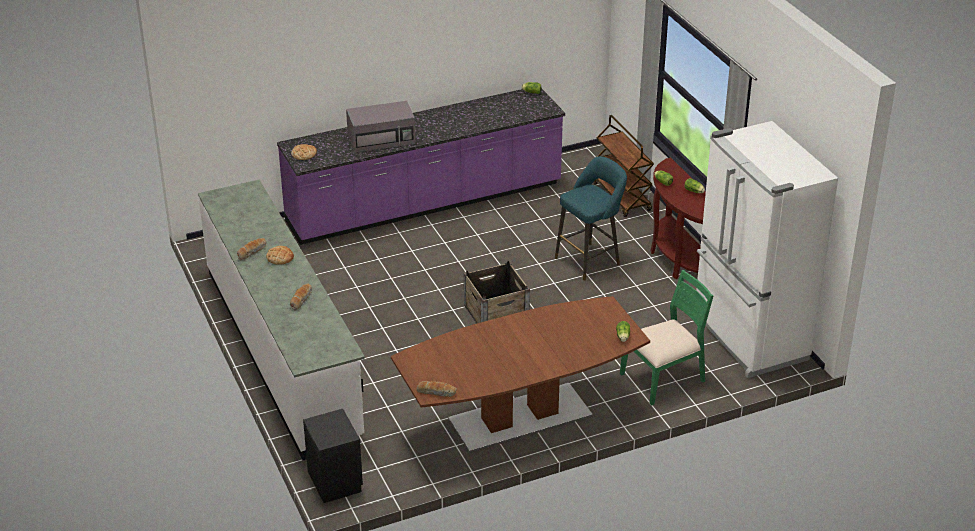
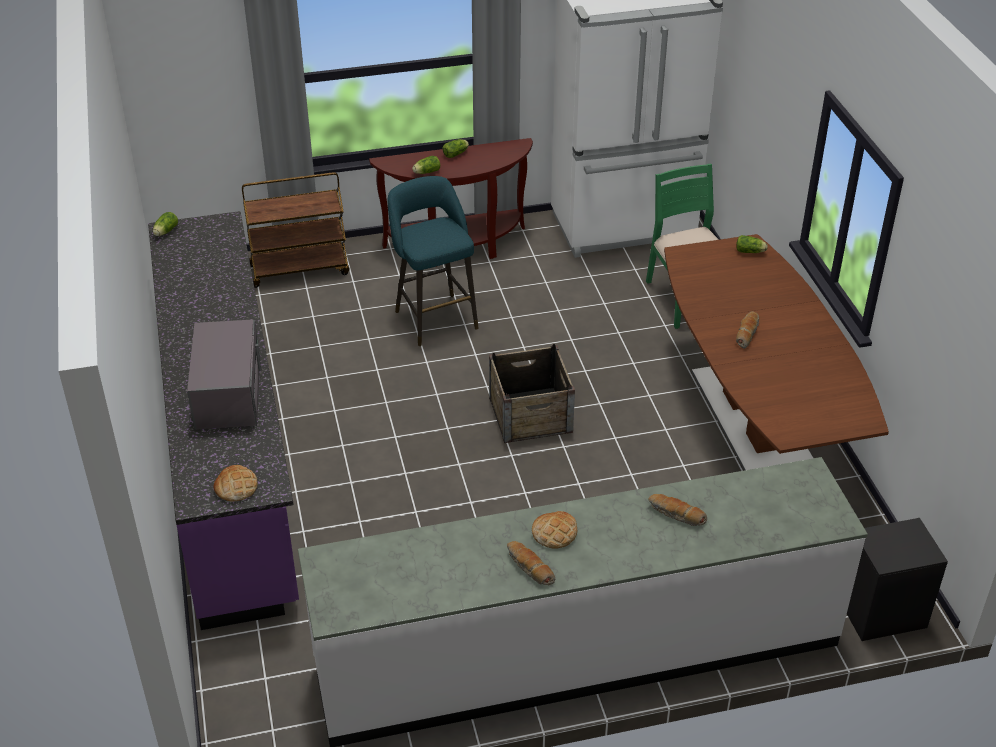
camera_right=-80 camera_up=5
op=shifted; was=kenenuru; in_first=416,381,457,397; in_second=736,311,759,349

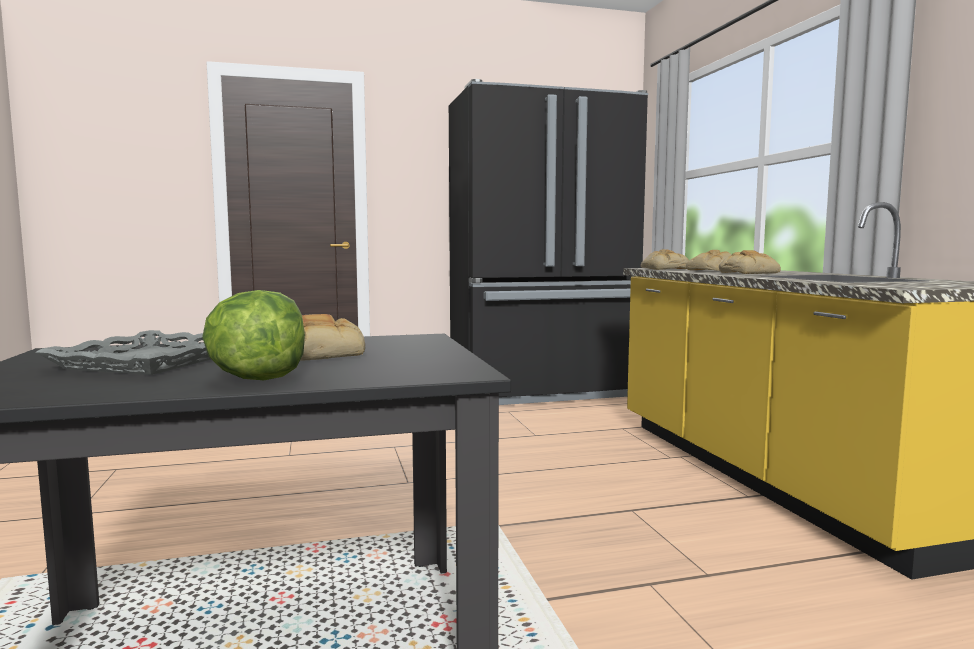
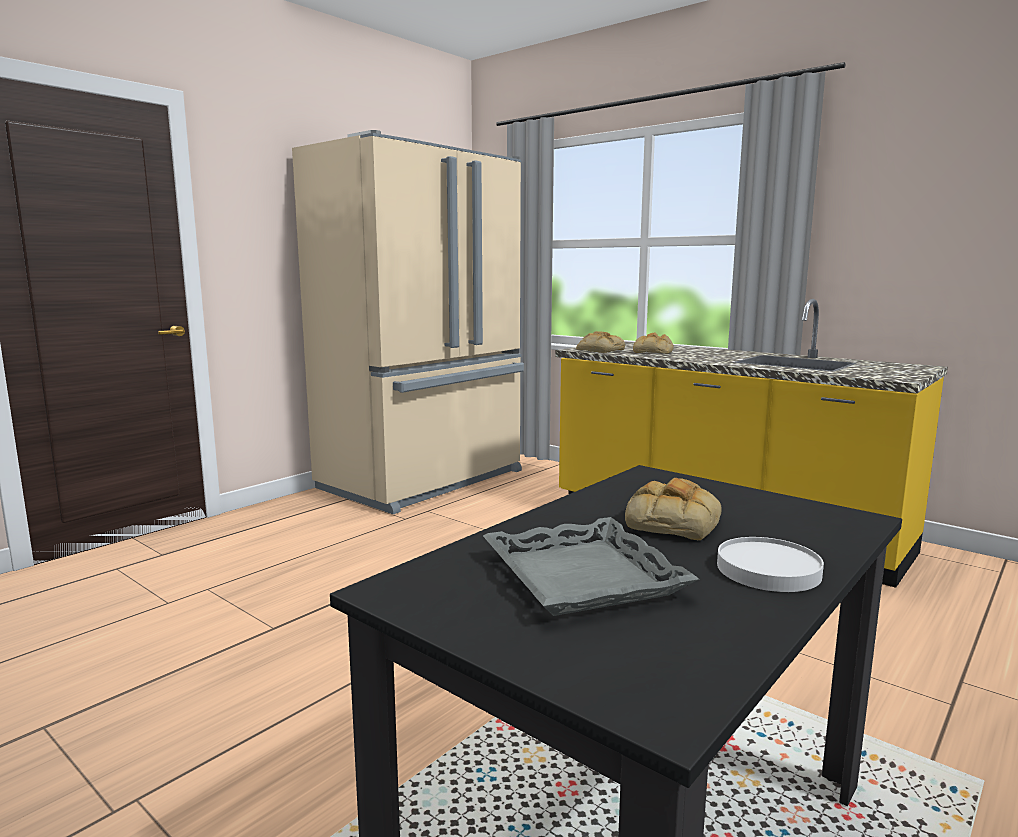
camera_right=-35 camera_up=5
op=repainted; was=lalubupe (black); now=lalubupe (beige); in_first=449,79,648,405; in_second=292,130,524,514
op=gone; was=kenenuru; in_first=719,250,781,274
op=swapped; was=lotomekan; now=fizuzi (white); in_first=202,290,305,380; in_second=717,537,824,592

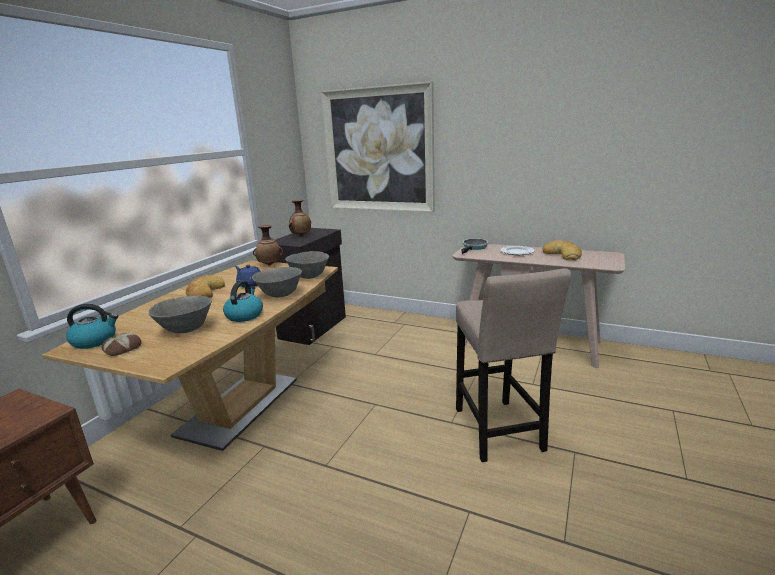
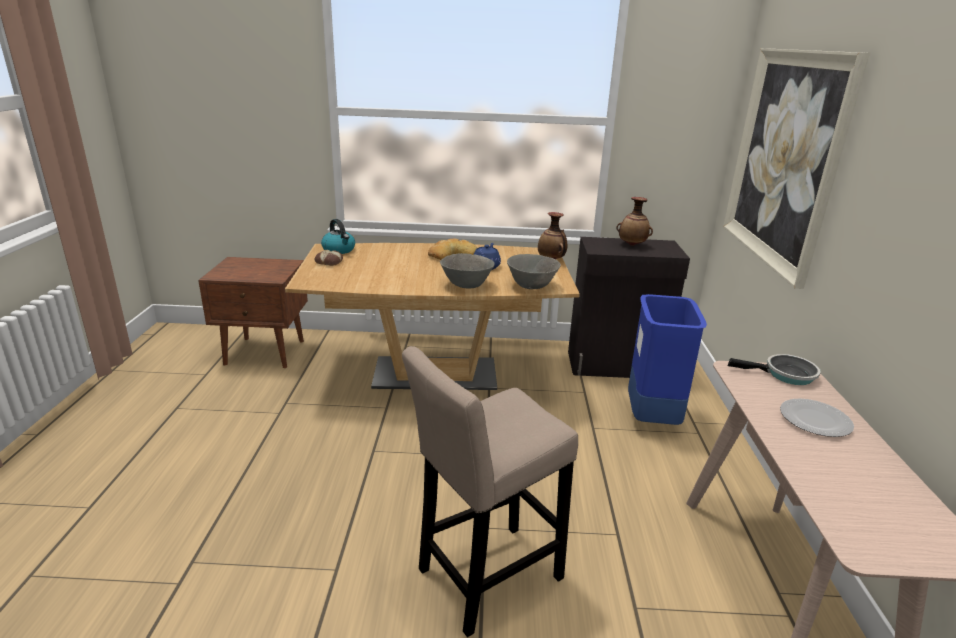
camera_right=65 camera_up=5
op=gone; was=kenenuru; in_first=542,240,582,260
op=gone; was=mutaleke; in_first=223,281,263,322
op=gone; was=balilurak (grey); in_first=149,296,212,333
op=new; now=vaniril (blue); in_second=628,294,707,425

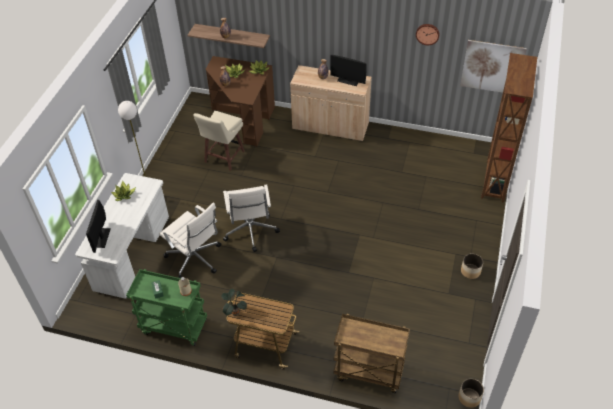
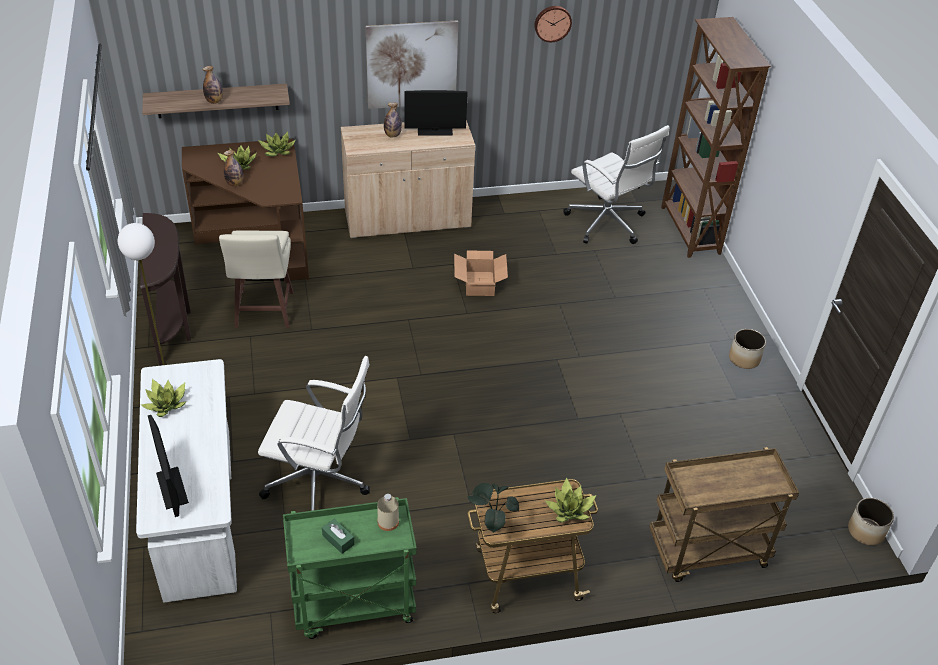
camera_right=-30 camera_up=-5
op=shifted; was=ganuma; in_first=460,40,527,93; in_second=366,20,458,109
op=shifted; was=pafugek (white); in_first=223,185,280,252; in_second=563,125,670,244
op=new; now=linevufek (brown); in_second=140,213,191,365
op=new; now=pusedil; in_second=454,250,508,296
op=new; now=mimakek; in_second=545,477,596,522

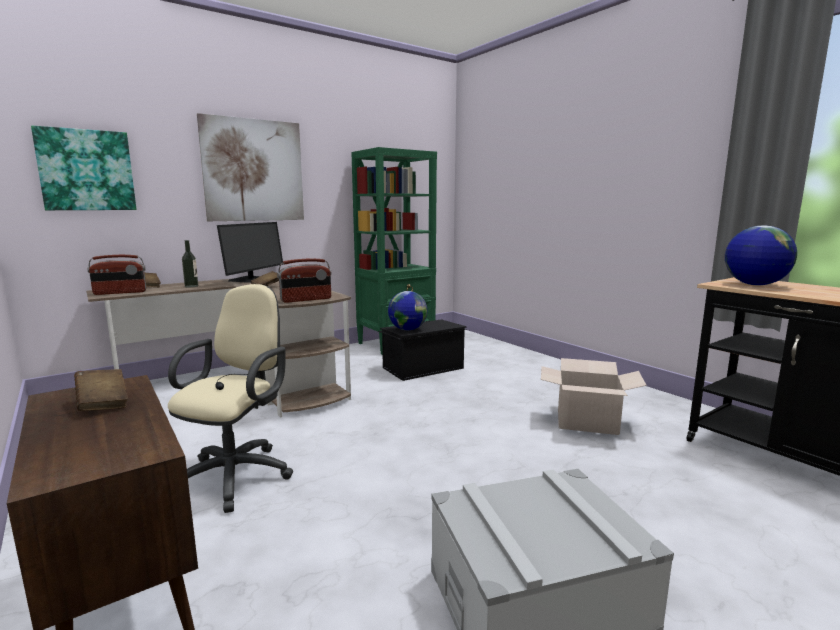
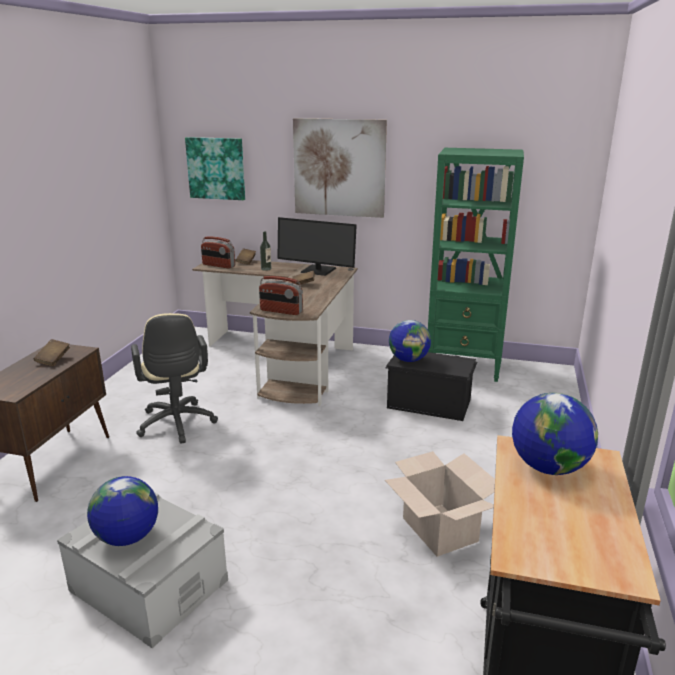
camera_right=50 camera_up=10
op=rotated; was=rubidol; in_first=217,222,283,283; in_second=278,217,357,276; clockwise=45
op=rotated; was=pafugek (beige); in_first=168,284,293,513; in_second=131,313,218,444; clockwise=90
op=new; now=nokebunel; in_second=87,476,158,546

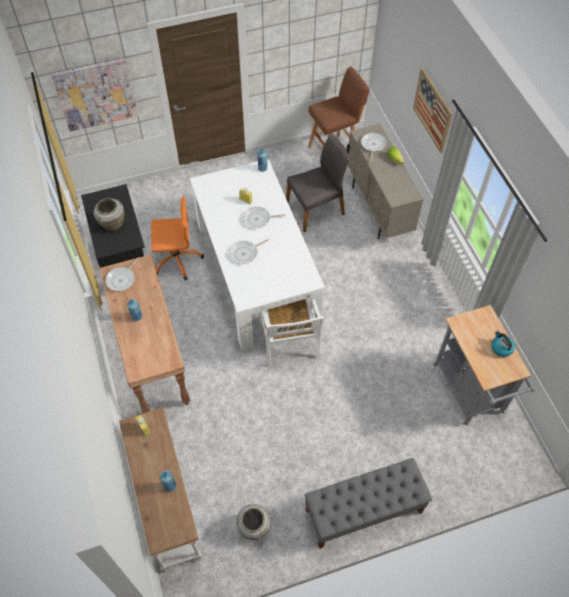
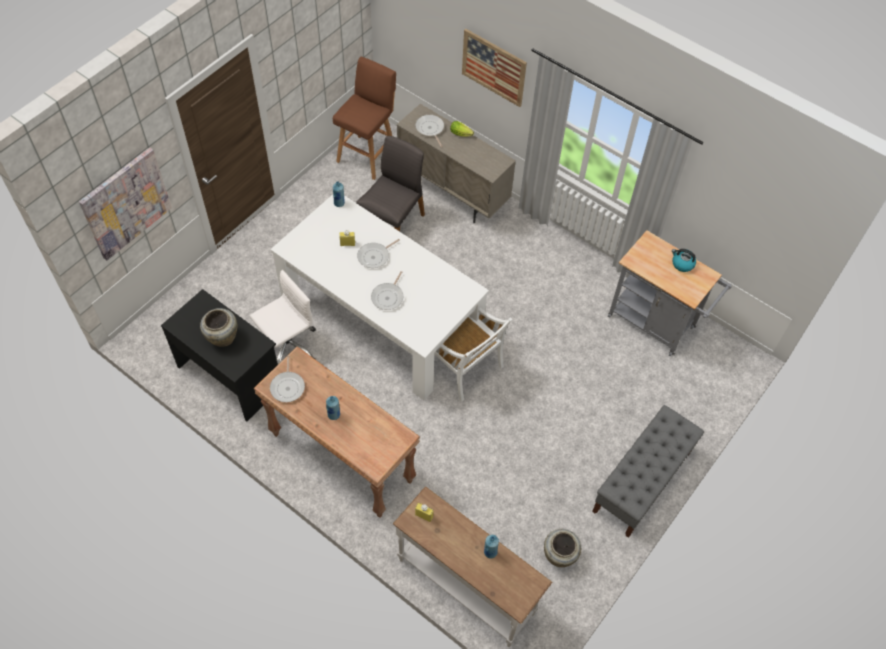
camera_right=-35 camera_up=0
op=repainted; was=pafugek (orange); now=pafugek (white); in_first=151,196,204,280; in_second=250,270,316,364

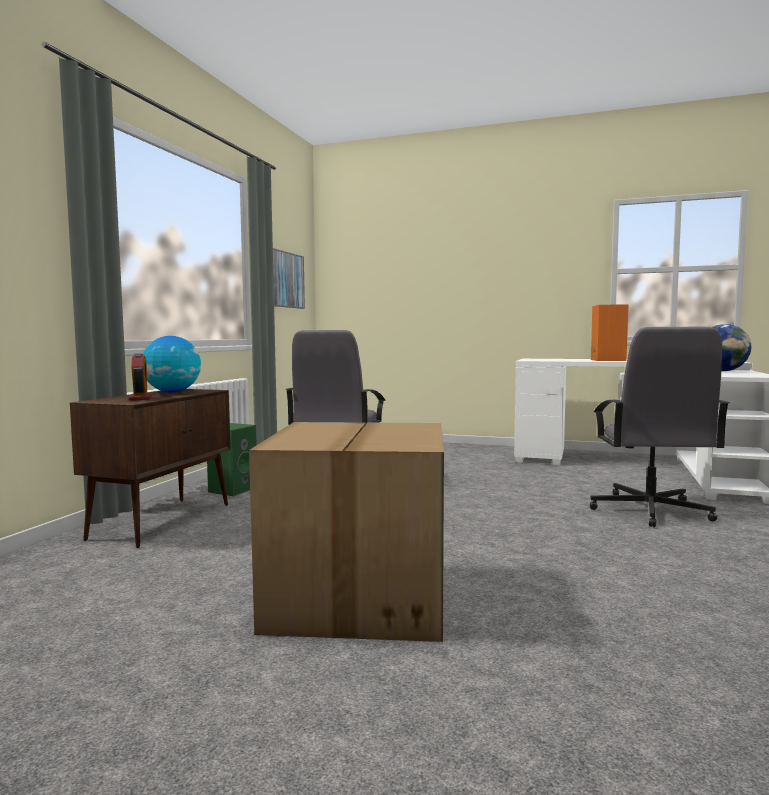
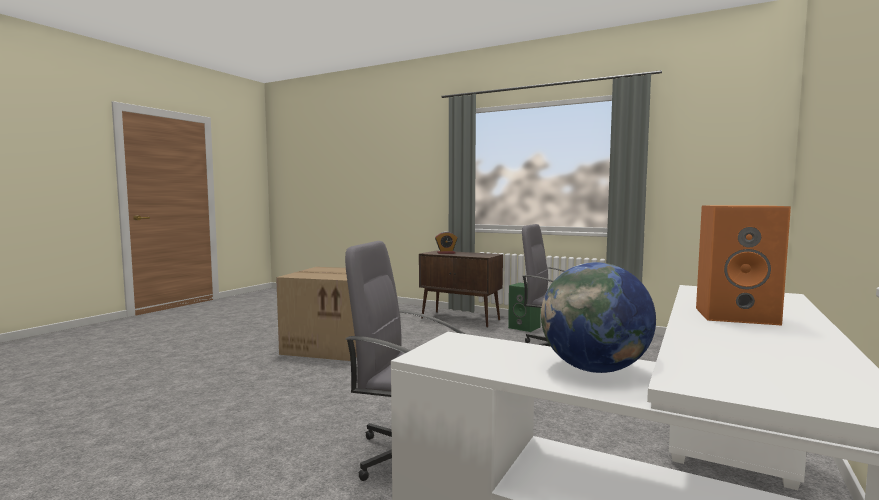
camera_right=100 camera_up=0
op=gone; was=ganuma; in_first=273,248,305,309
op=gone; was=nokebunel; in_first=143,336,201,392

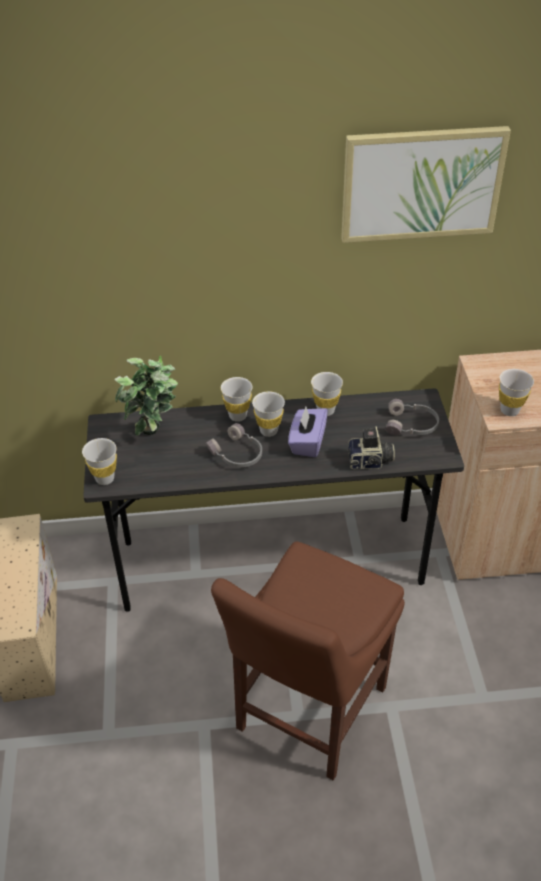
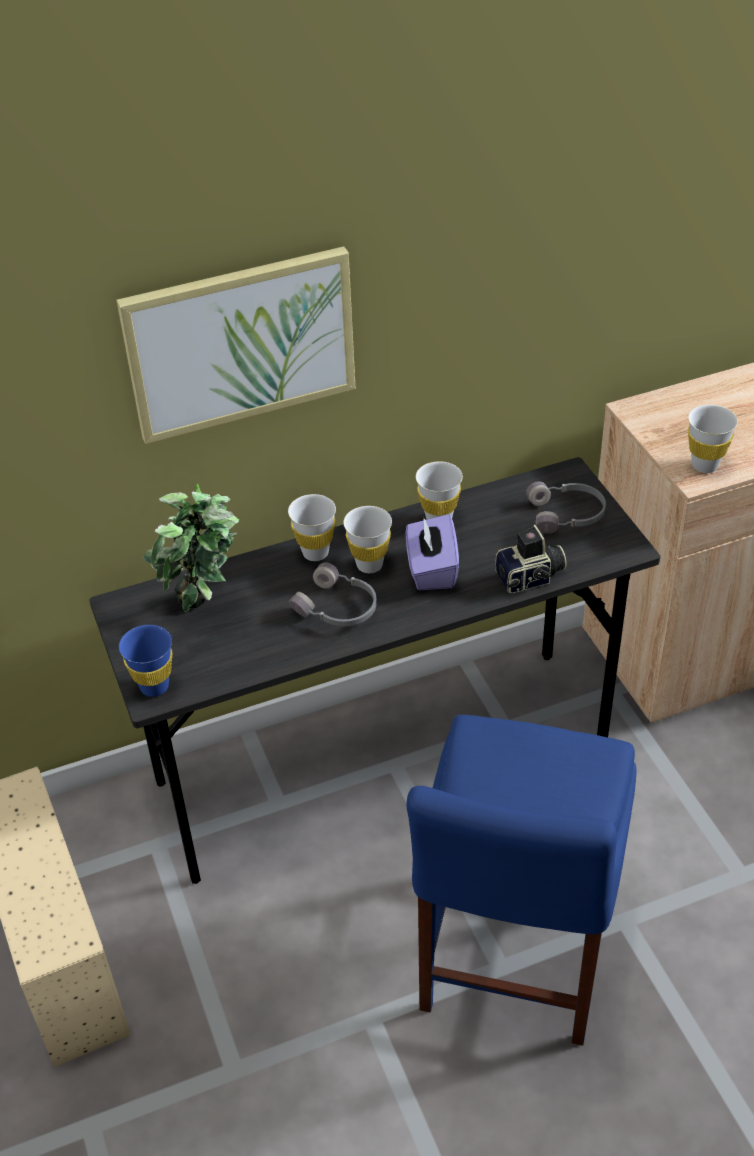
camera_right=-15 camera_up=0
op=shifted; was=ganuma; in_first=341,126,511,243; in_second=116,246,356,444
op=repainted; was=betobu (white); now=betobu (blue); in_first=82,438,117,485; in_second=119,625,172,697
op=repainted; was=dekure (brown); now=dekure (blue); in_first=211,542,405,781; in_second=406,715,636,1046

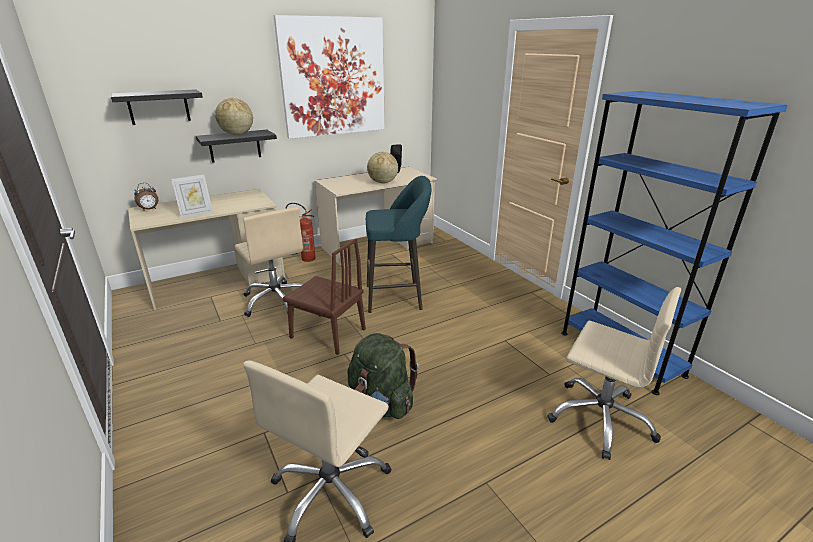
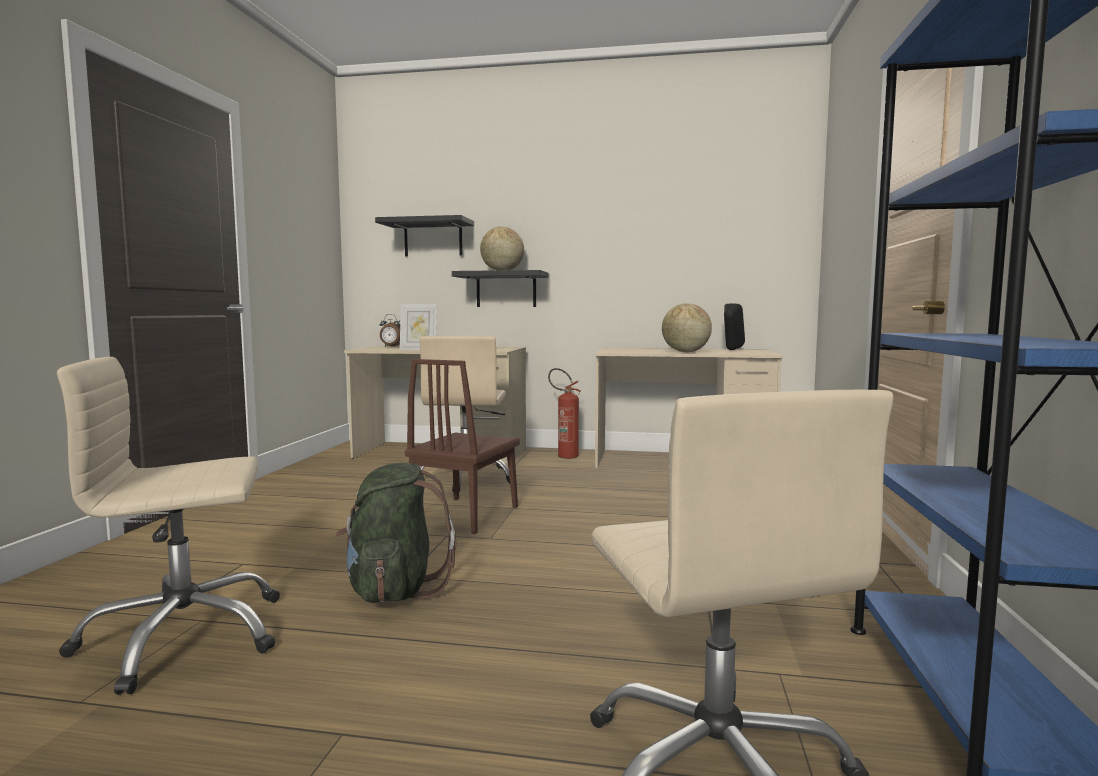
camera_right=40 camera_up=-20
op=gone; was=ganuma; in_first=274,15,385,139
op=gone; was=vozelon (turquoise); in_first=366,176,431,313
op=rotated; was=dekure (brown); in_first=282,238,366,355; in_second=405,359,520,534; clockwise=45

